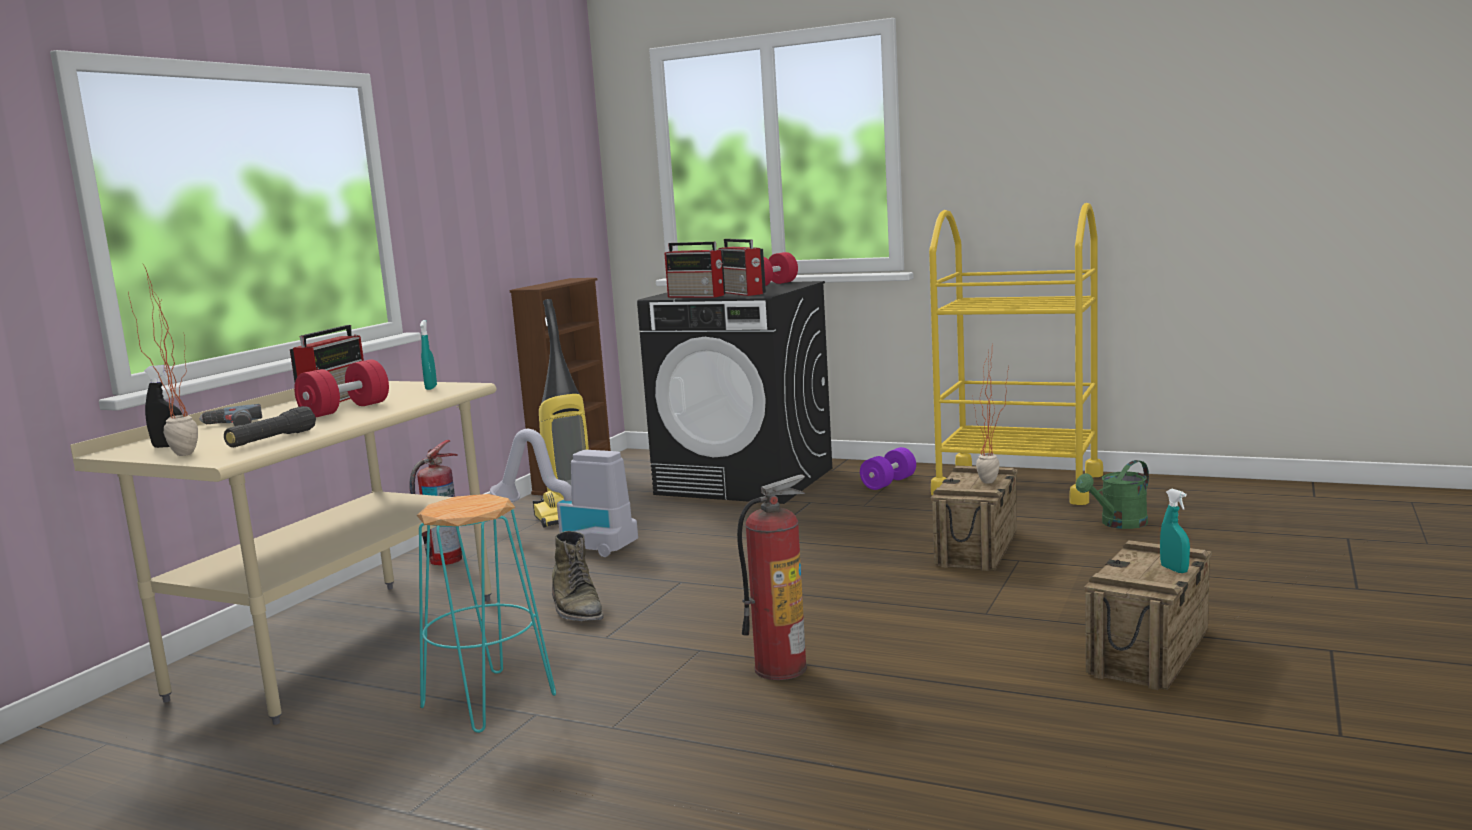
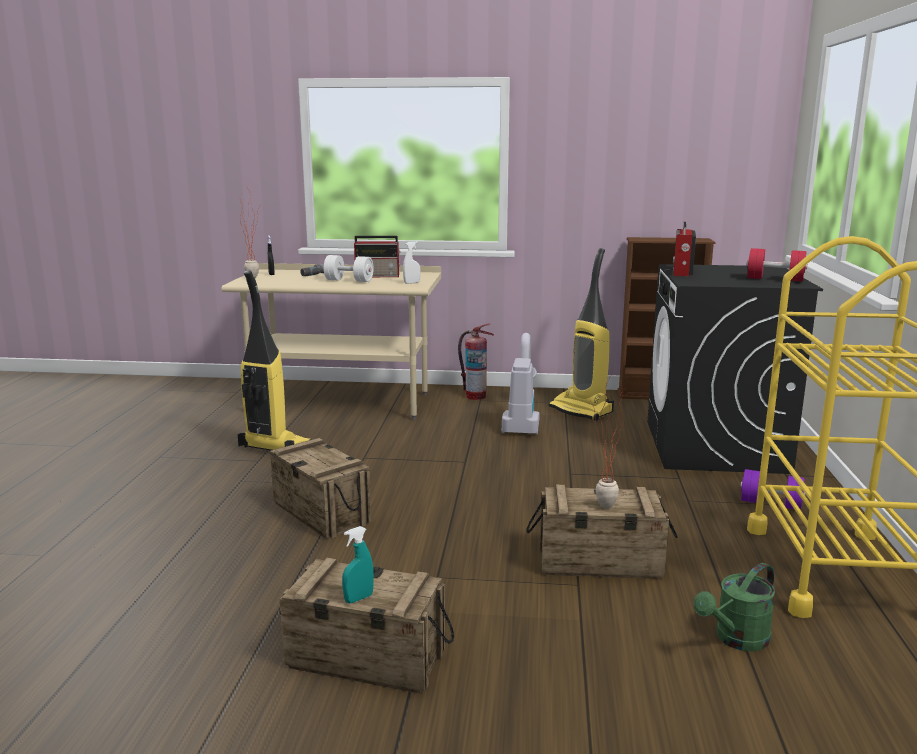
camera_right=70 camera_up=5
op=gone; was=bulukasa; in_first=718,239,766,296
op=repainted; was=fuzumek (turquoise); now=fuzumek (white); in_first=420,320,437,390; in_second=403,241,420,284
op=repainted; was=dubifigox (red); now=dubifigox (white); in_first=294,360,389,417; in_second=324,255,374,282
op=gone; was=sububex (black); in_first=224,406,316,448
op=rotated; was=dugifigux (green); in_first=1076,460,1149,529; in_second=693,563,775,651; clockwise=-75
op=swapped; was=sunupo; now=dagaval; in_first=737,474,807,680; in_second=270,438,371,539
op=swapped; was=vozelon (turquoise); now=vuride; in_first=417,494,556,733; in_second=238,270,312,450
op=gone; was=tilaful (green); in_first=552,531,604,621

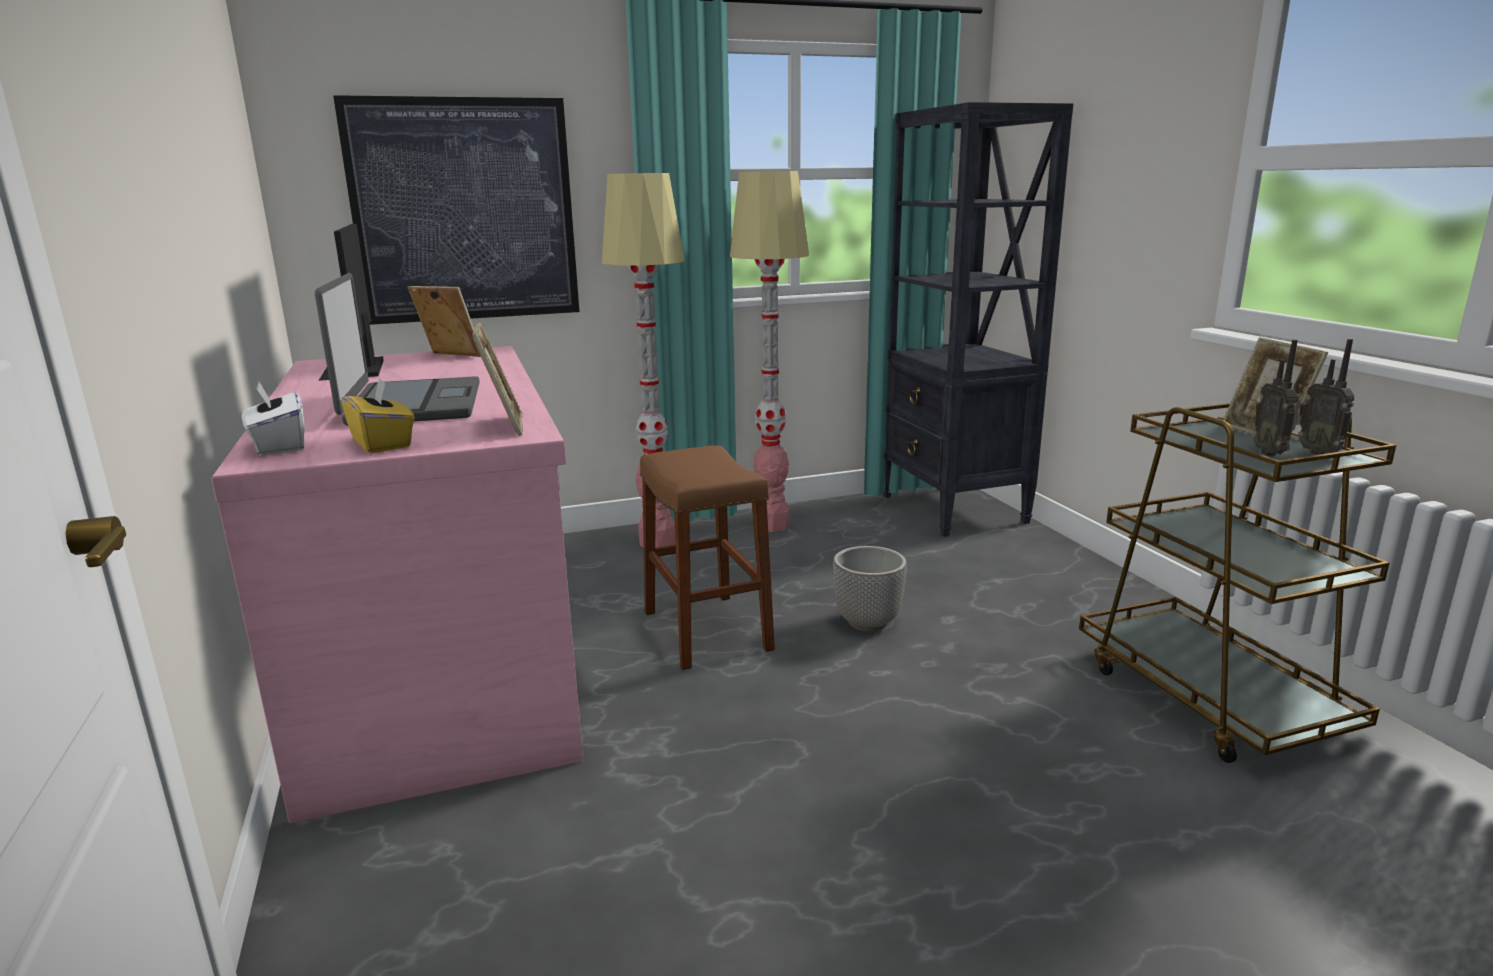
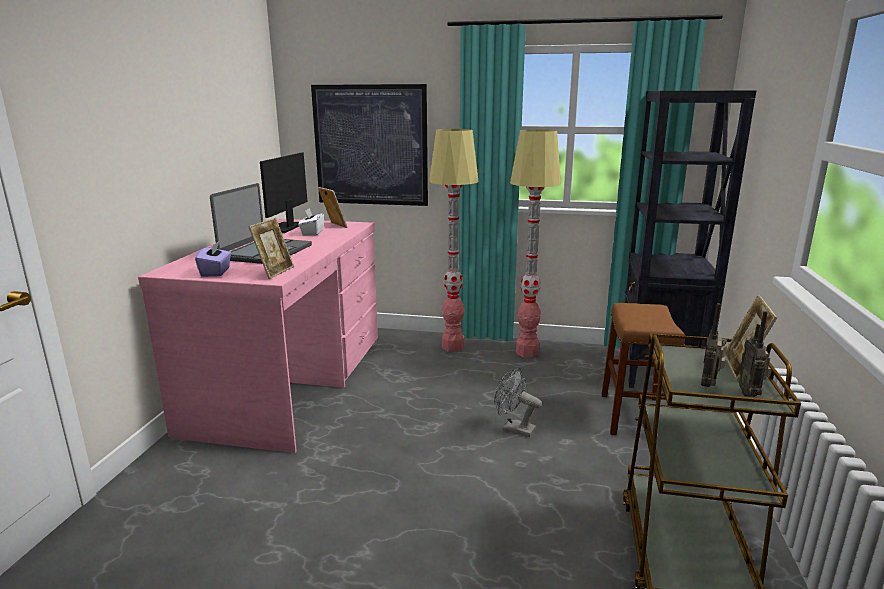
camera_right=30 camera_up=0
op=repainted; was=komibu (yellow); now=komibu (purple); in_first=341,377,415,453; in_second=195,240,231,277
op=shifted; was=komibu (white); in_first=242,382,305,456; in_second=298,208,324,235
op=shifted; was=vozelon (brown); in_first=640,445,775,670; in_second=601,303,685,435
op=swapped; was=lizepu; now=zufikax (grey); in_first=833,546,907,632; in_second=494,368,542,437

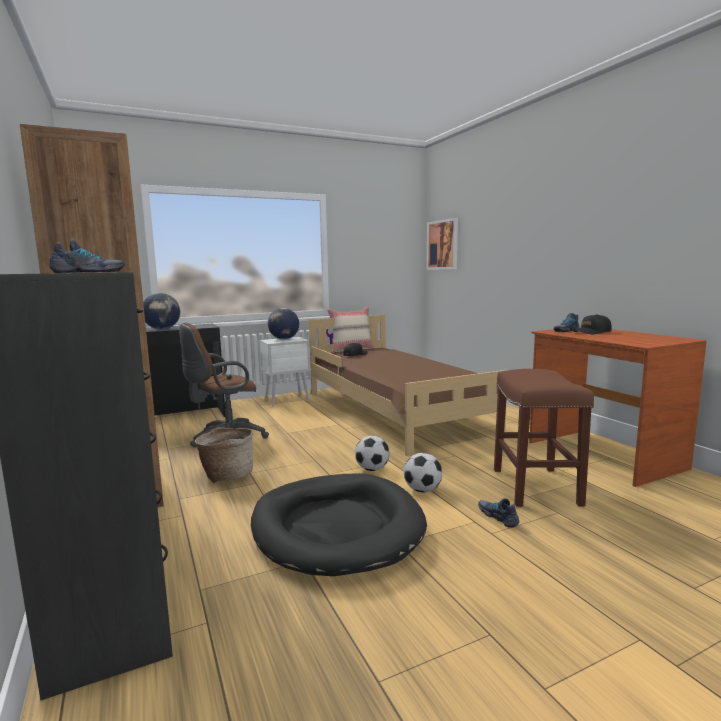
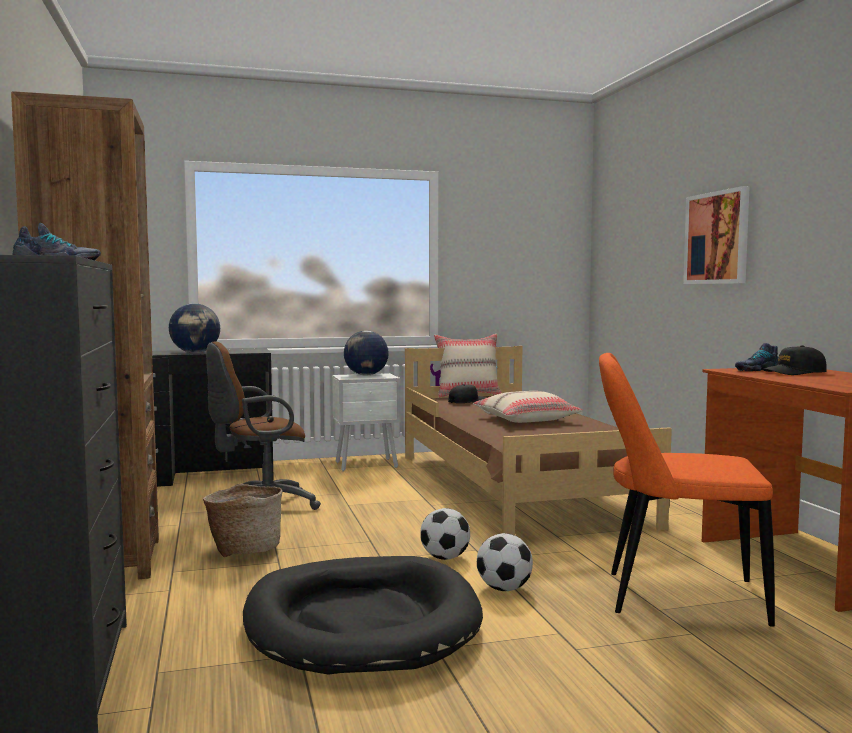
camera_right=10 camera_up=-5
op=shifted; was=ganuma; in_first=427,218,458,270; in_second=683,186,750,284
op=swapped; was=vozelon (brown); now=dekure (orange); in_first=494,369,594,507; in_second=599,353,775,627
op=gone; was=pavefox; in_first=478,498,519,528
op=new; now=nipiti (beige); in_second=473,391,583,423

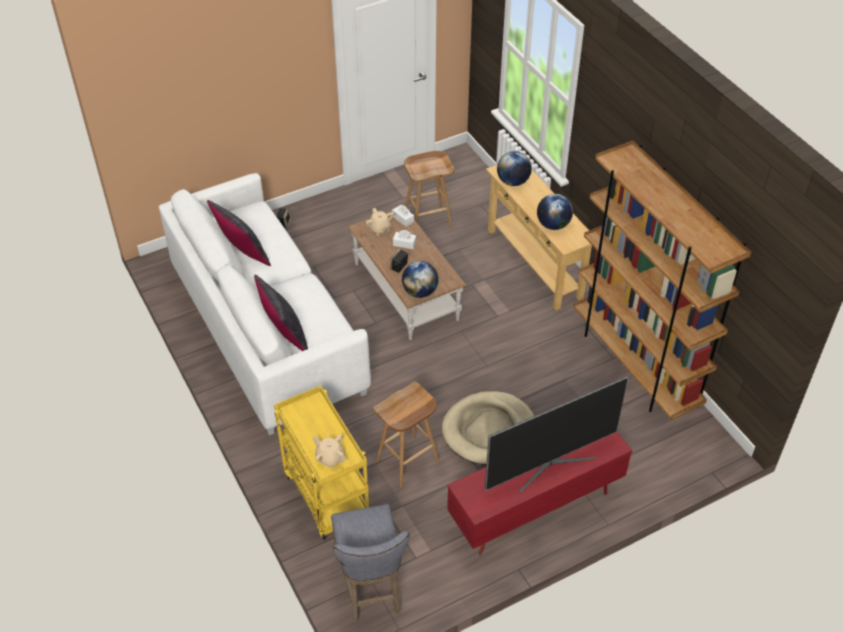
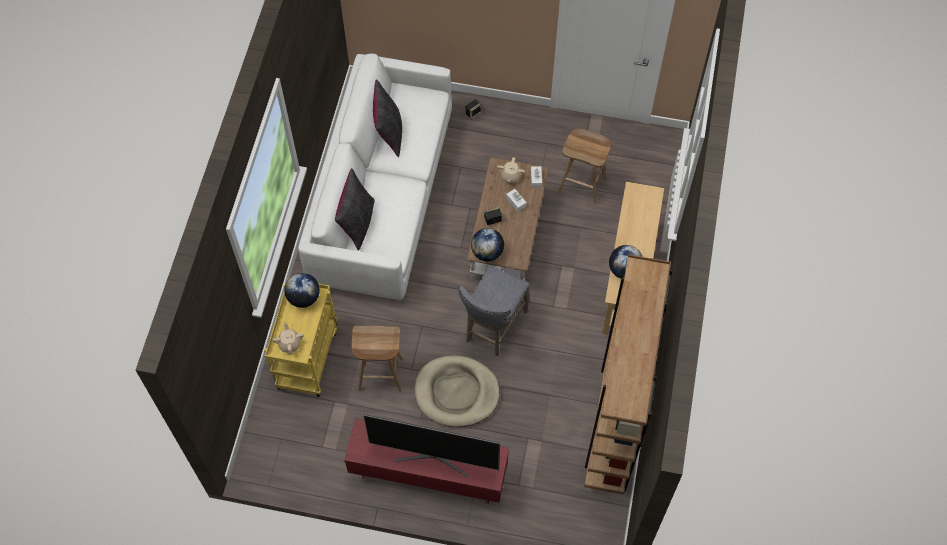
camera_right=40 camera_up=15
op=shifted; was=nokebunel; in_first=497,151,532,186; in_second=284,273,320,308
op=shifted; was=vozelon (grey); in_first=331,504,410,622; in_second=458,265,530,356

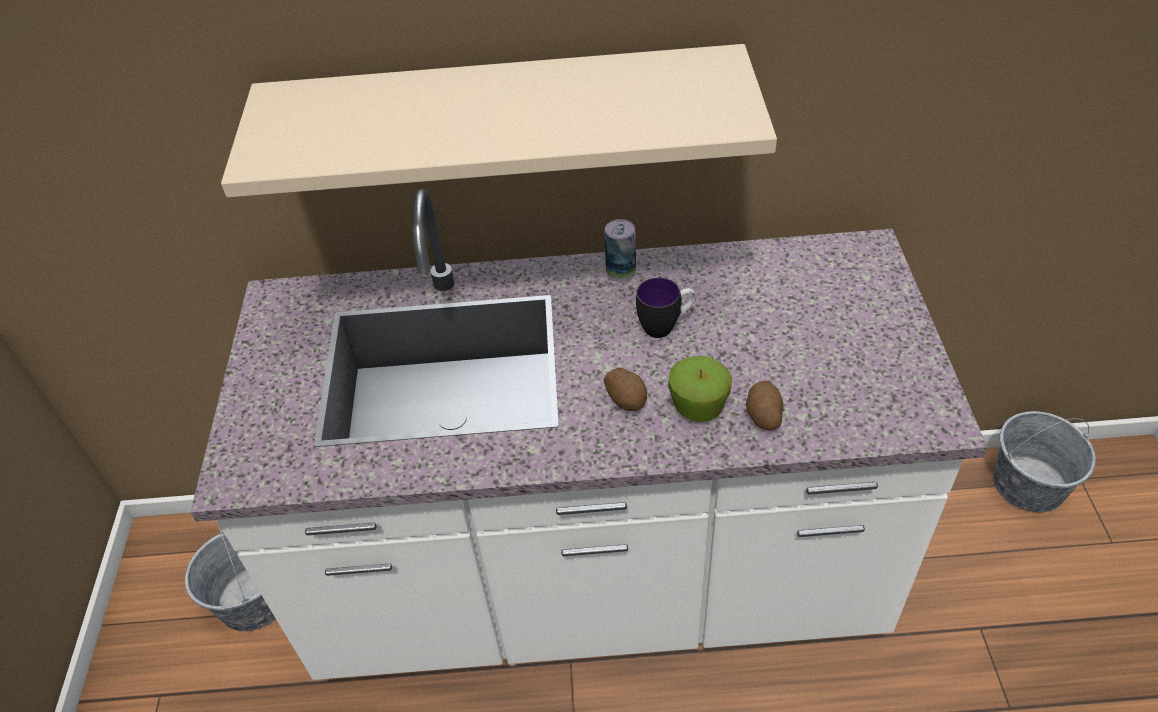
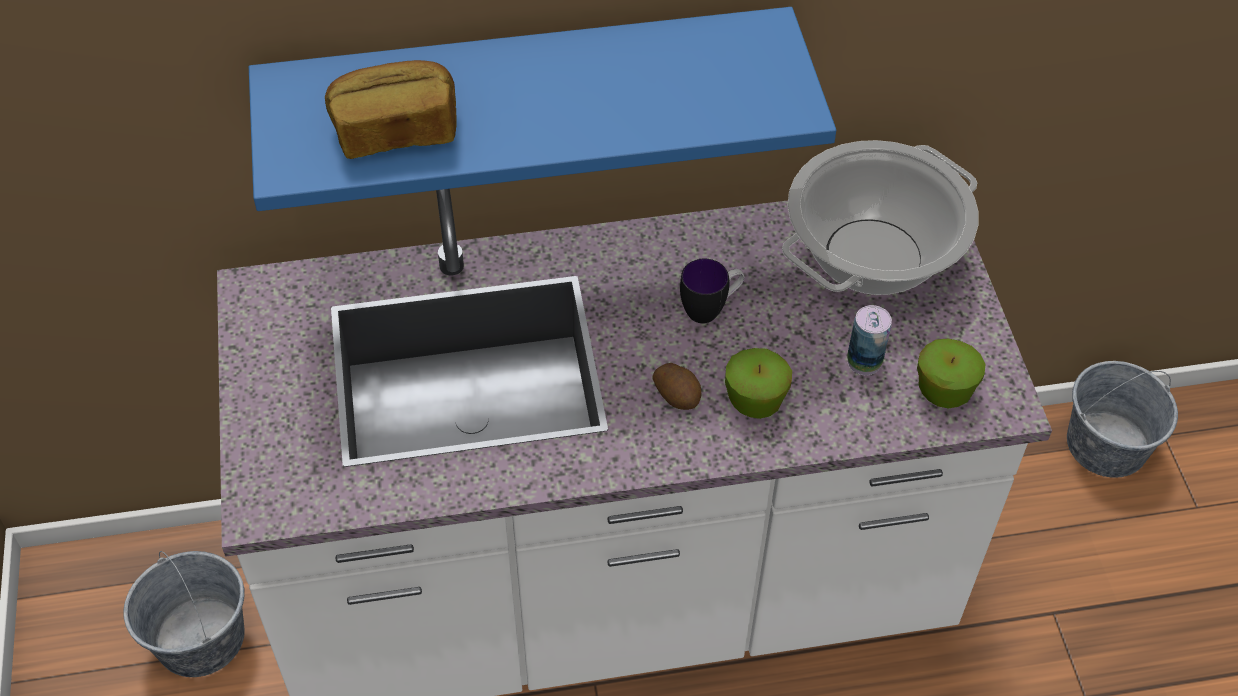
camera_right=-10 camera_up=5
op=repainted; was=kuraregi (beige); now=kuraregi (blue); in_first=221,44,777,197; in_second=249,7,836,211
op=shifted; was=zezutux; in_first=604,219,636,283; in_second=847,305,892,376
op=gone; was=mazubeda; in_first=746,381,783,430
op=new; now=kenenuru; in_second=325,60,457,159
op=new; now=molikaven; in_second=782,140,979,295
op=new; now=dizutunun; in_second=917,339,985,409

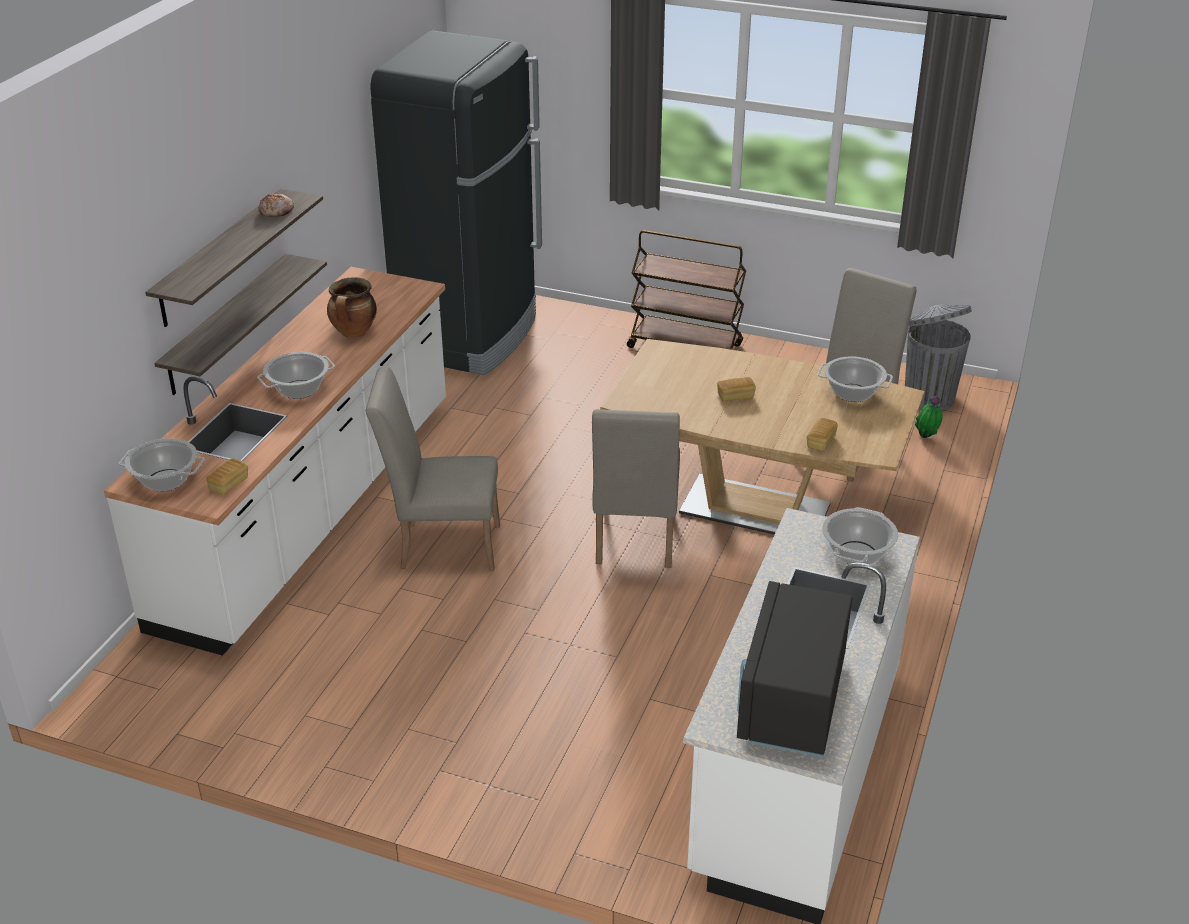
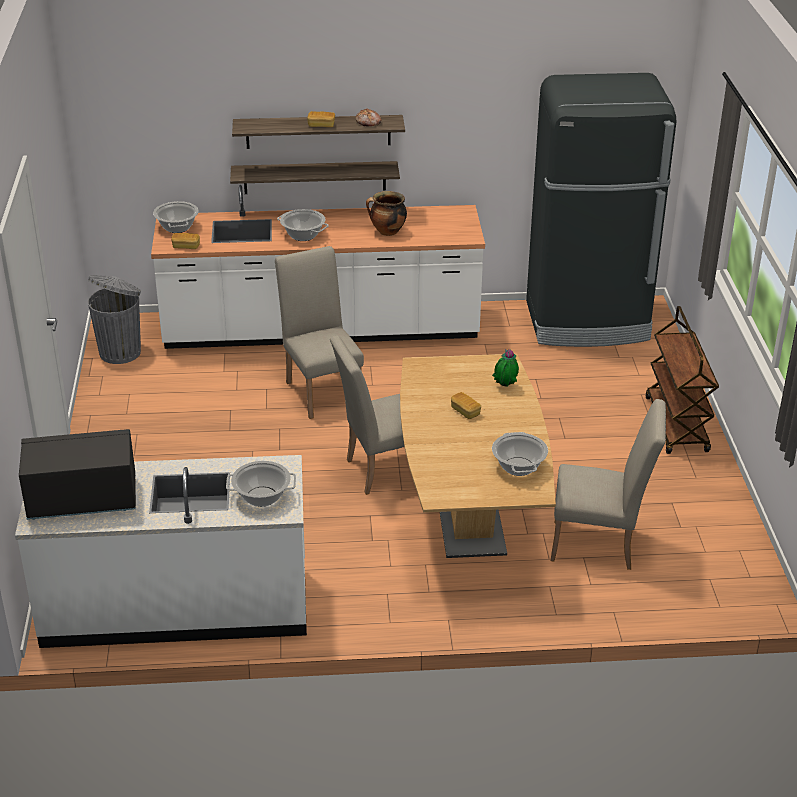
camera_right=65 camera_up=0
op=shifted; was=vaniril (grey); in_first=905,304,972,411; in_second=88,275,141,364
op=shifted; was=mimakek; in_first=915,396,943,438; in_second=492,349,519,387
op=shifted; was=kenenuru; in_first=807,418,838,451; in_second=307,111,335,127

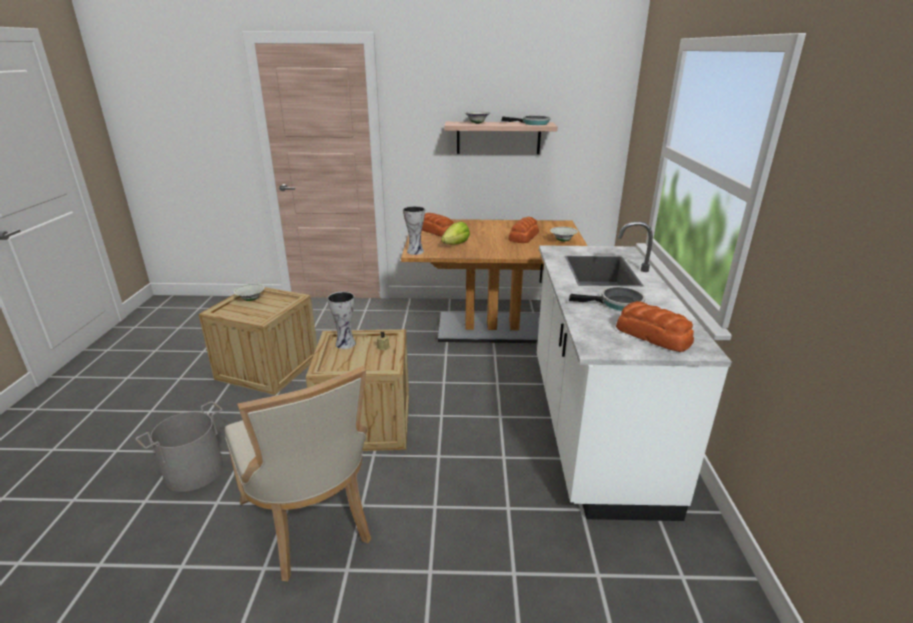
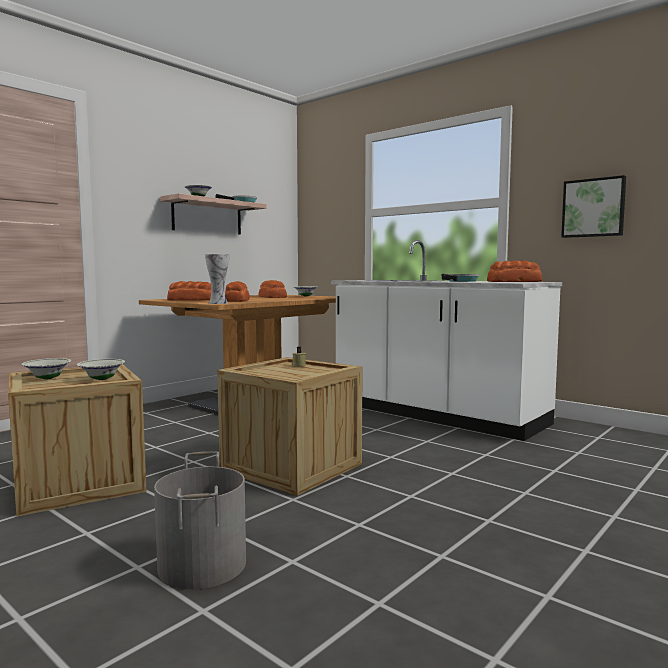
camera_right=-50 camera_up=-20
op=swapped; was=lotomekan; now=kenenuru; in_first=441,222,470,245; in_second=225,281,250,302
op=gone; was=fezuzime; in_first=327,292,356,349
op=gone; was=dekure (beige); in_first=225,366,371,581
op=new; now=ganuma; in_second=561,175,626,238
op=new; now=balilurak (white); in_second=77,359,125,380

